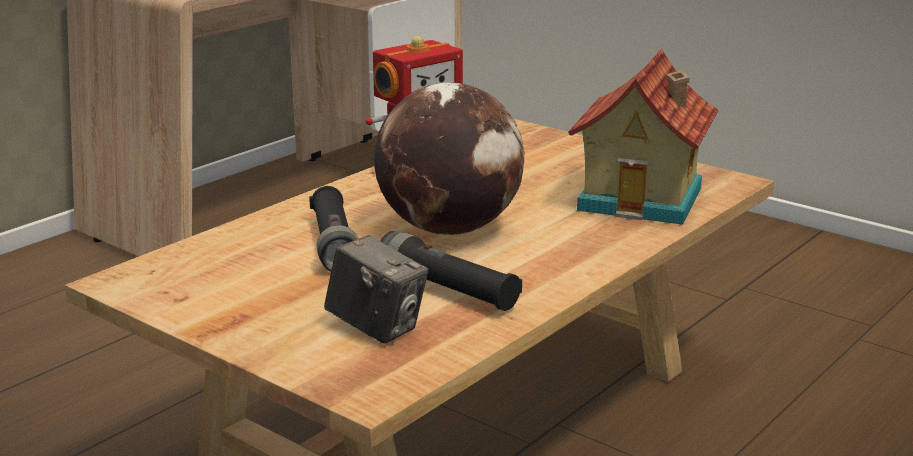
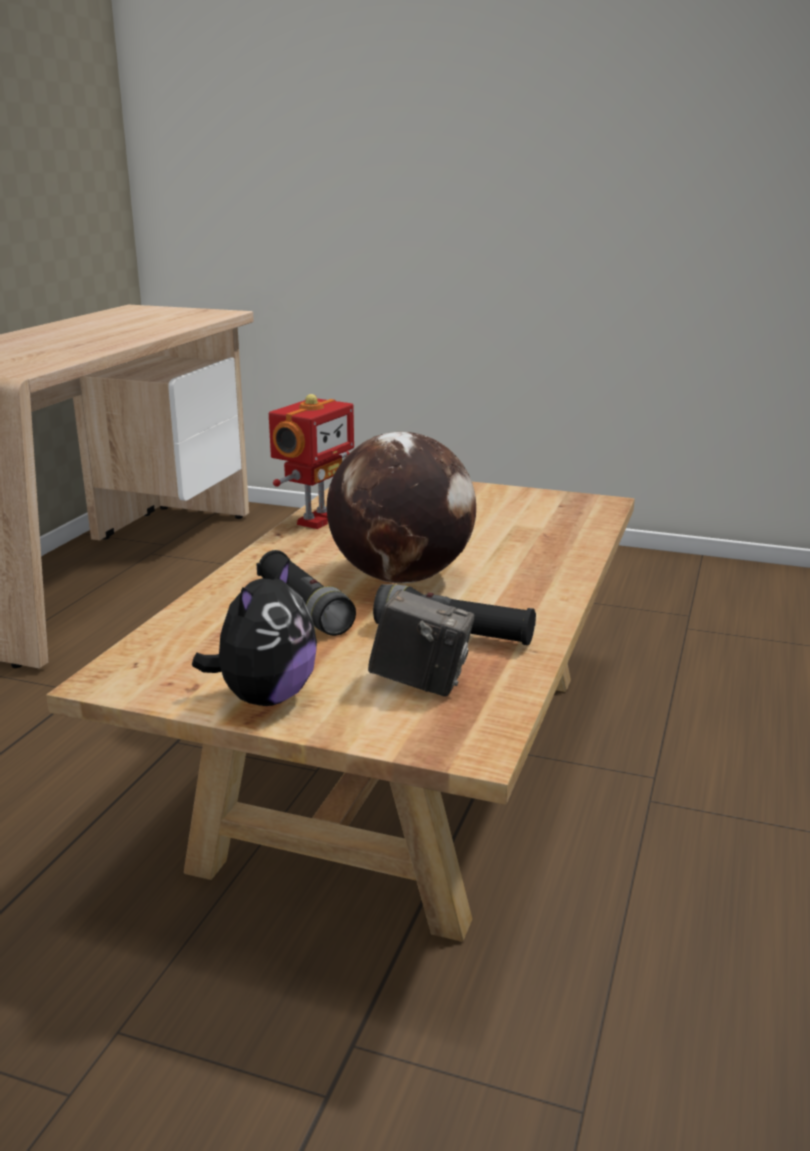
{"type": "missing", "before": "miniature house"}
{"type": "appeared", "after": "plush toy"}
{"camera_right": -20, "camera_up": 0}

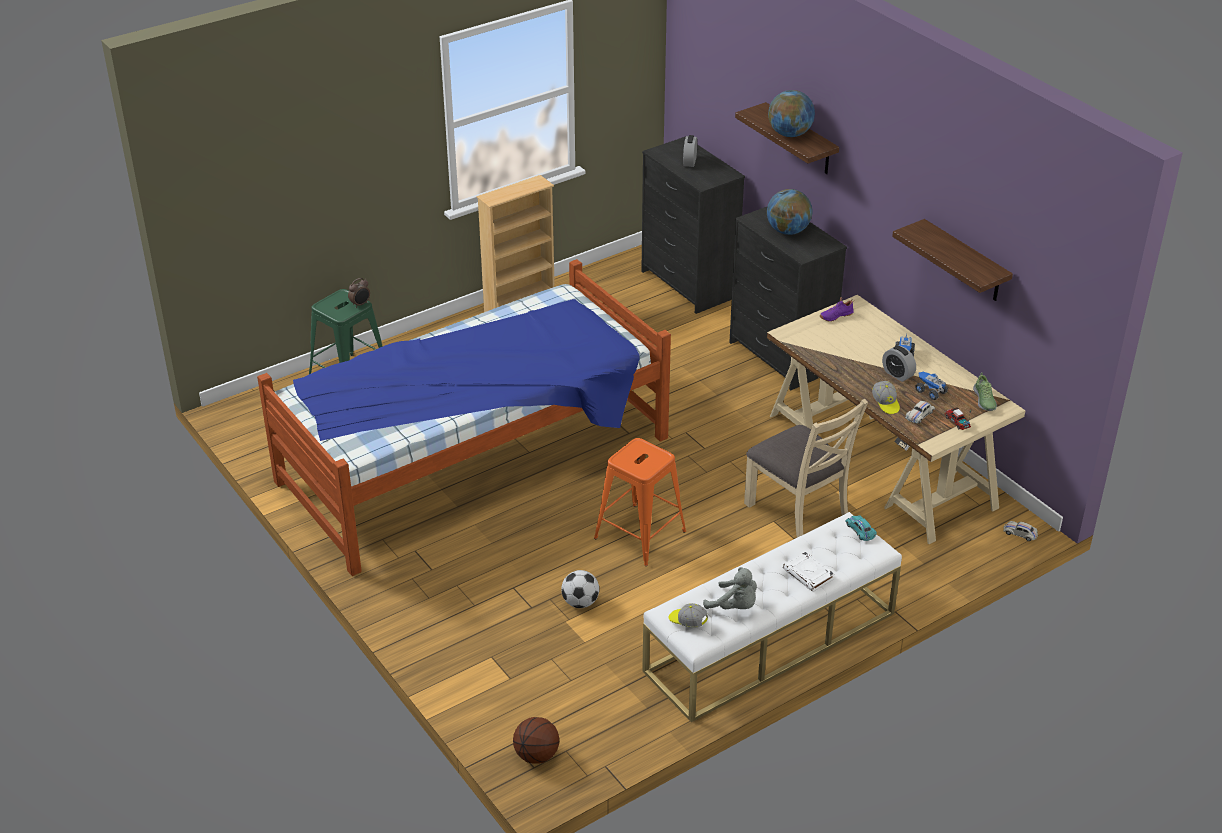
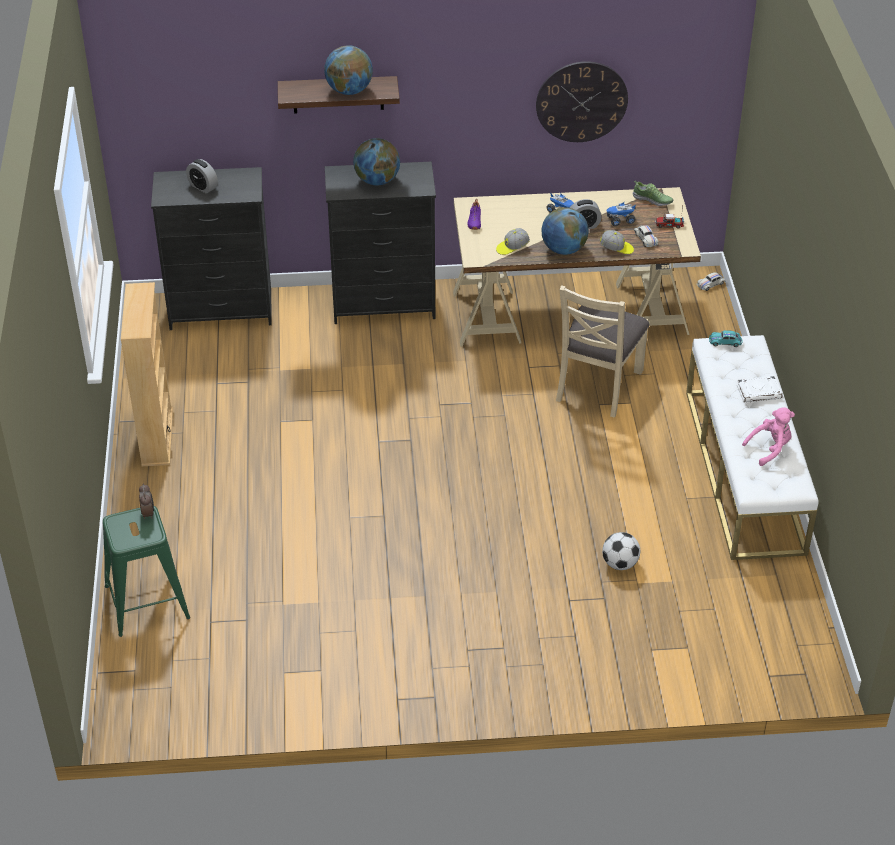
{"type": "missing", "before": "bedroom bed"}
{"type": "missing", "before": "basketball ball"}
{"type": "missing", "before": "orange-coloured stool"}
{"type": "appeared", "after": "globe (no. 3 from left)"}
{"type": "relocated", "before": "peaked cap (no. 1 from left)"}
{"type": "exchanged", "before": "wall shelf (no. 2 from left)", "after": "hanging clock"}
{"type": "colour", "before": "gray plush toy", "after": "pink plush toy"}
{"type": "spun", "before": "beige-coloured plain chair", "turn": 120}
{"camera_right": -60, "camera_up": 5}

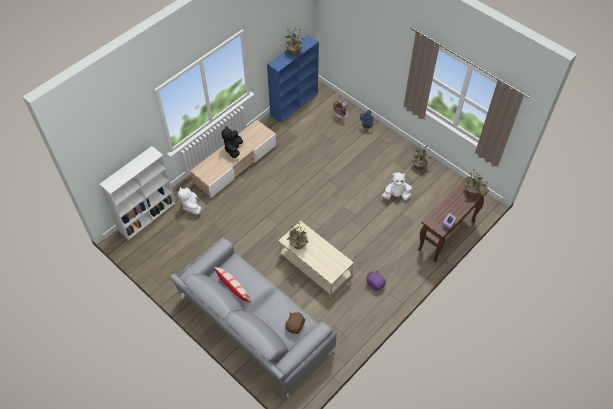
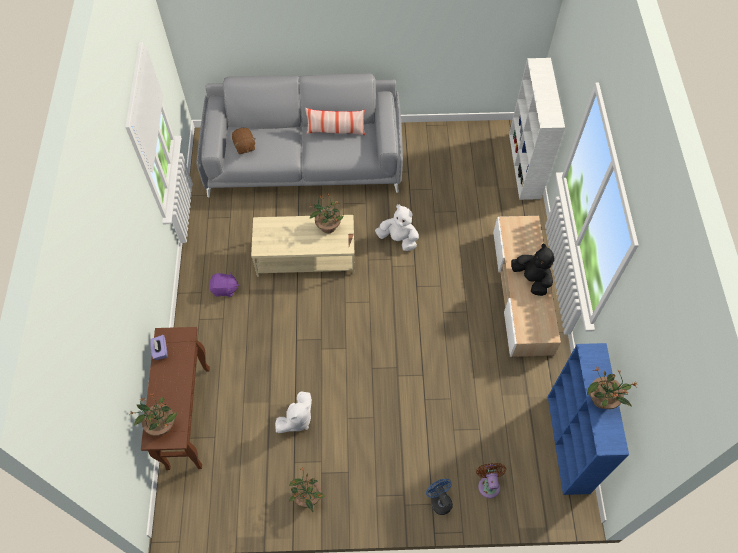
{"type": "relocated", "before": "white plush toy (no. 1 from left in the first image)", "after": "white plush toy (no. 2 from left)"}
{"camera_right": 135, "camera_up": 5}

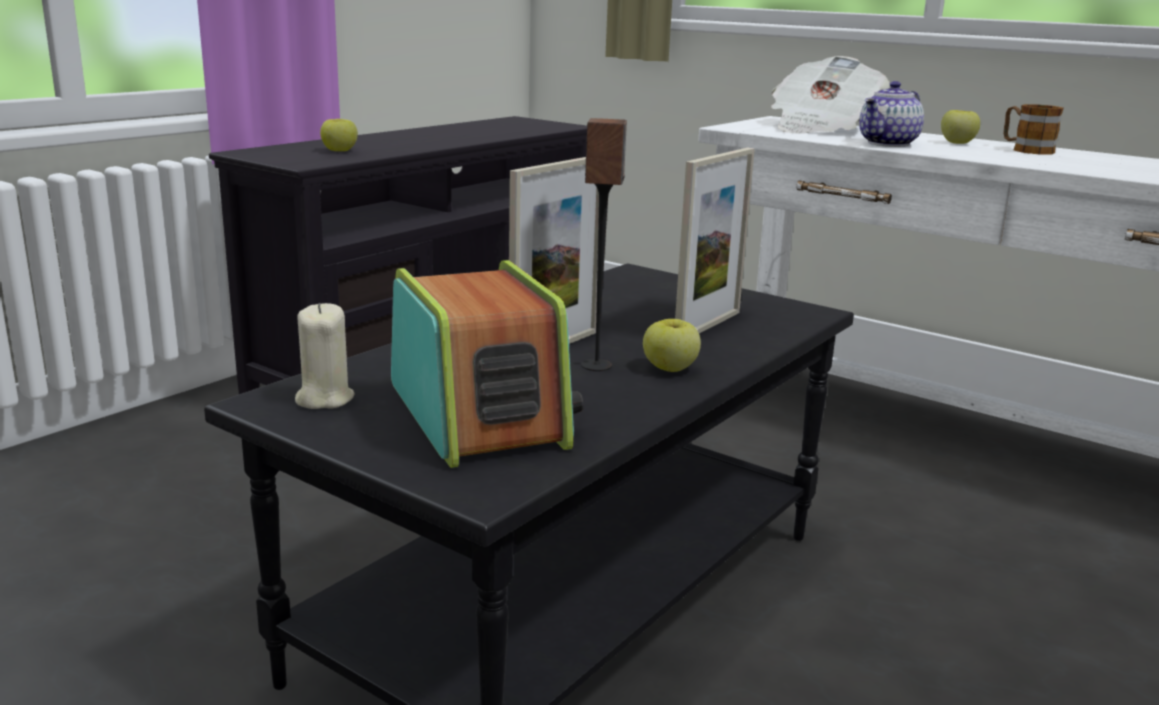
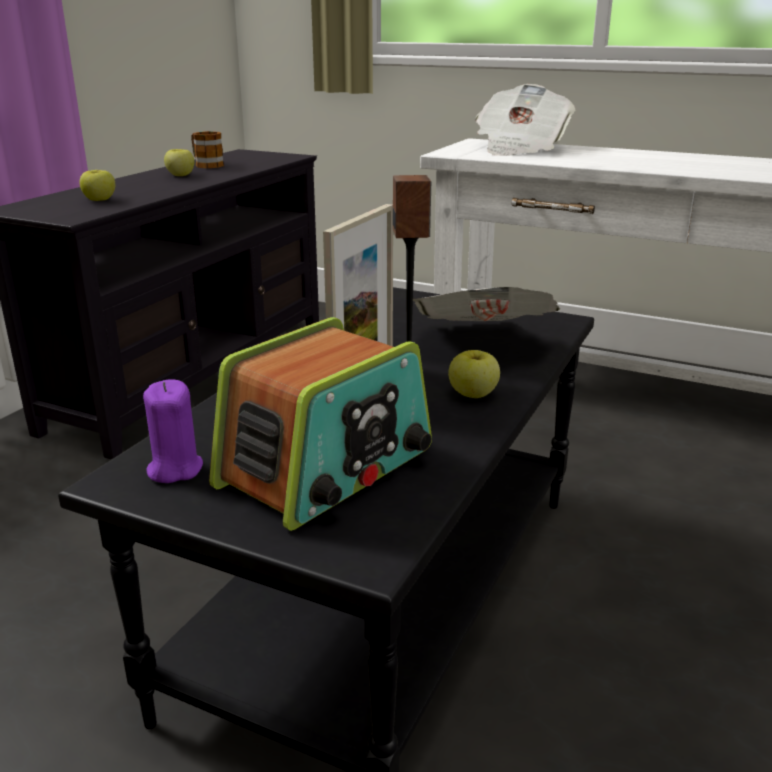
{"type": "missing", "before": "tea pot"}
{"type": "relocated", "before": "whole apple (no. 3 from left in the first image)", "after": "whole apple (no. 2 from left)"}
{"type": "relocated", "before": "tea mug"}
{"type": "exchanged", "before": "standing frame (no. 2 from left)", "after": "daily paper (no. 1 from left)"}
{"type": "colour", "before": "beige-coloured candle", "after": "purplish candle"}
{"type": "spun", "before": "radio set", "turn": 75}
{"camera_right": -10, "camera_up": 5}

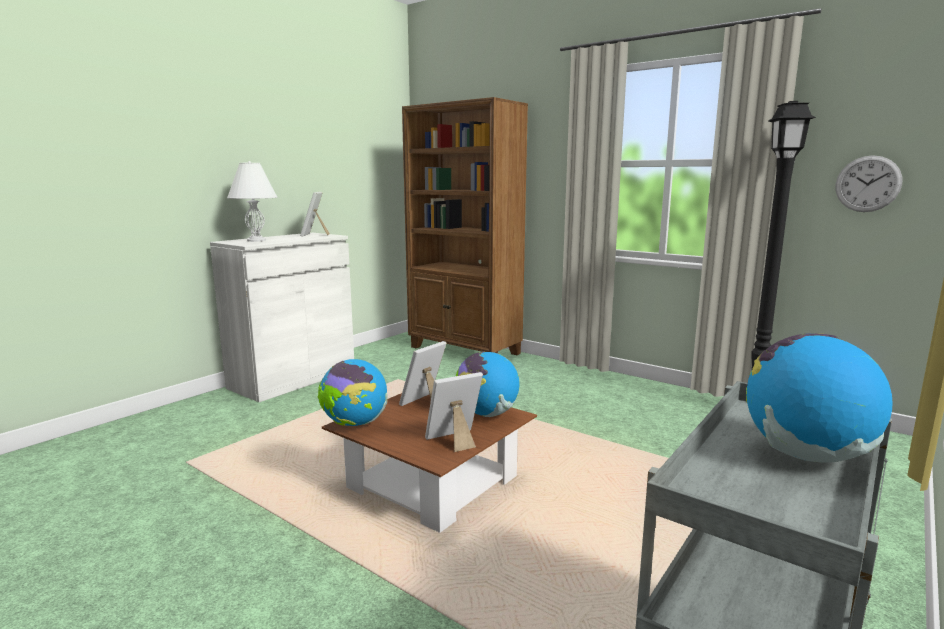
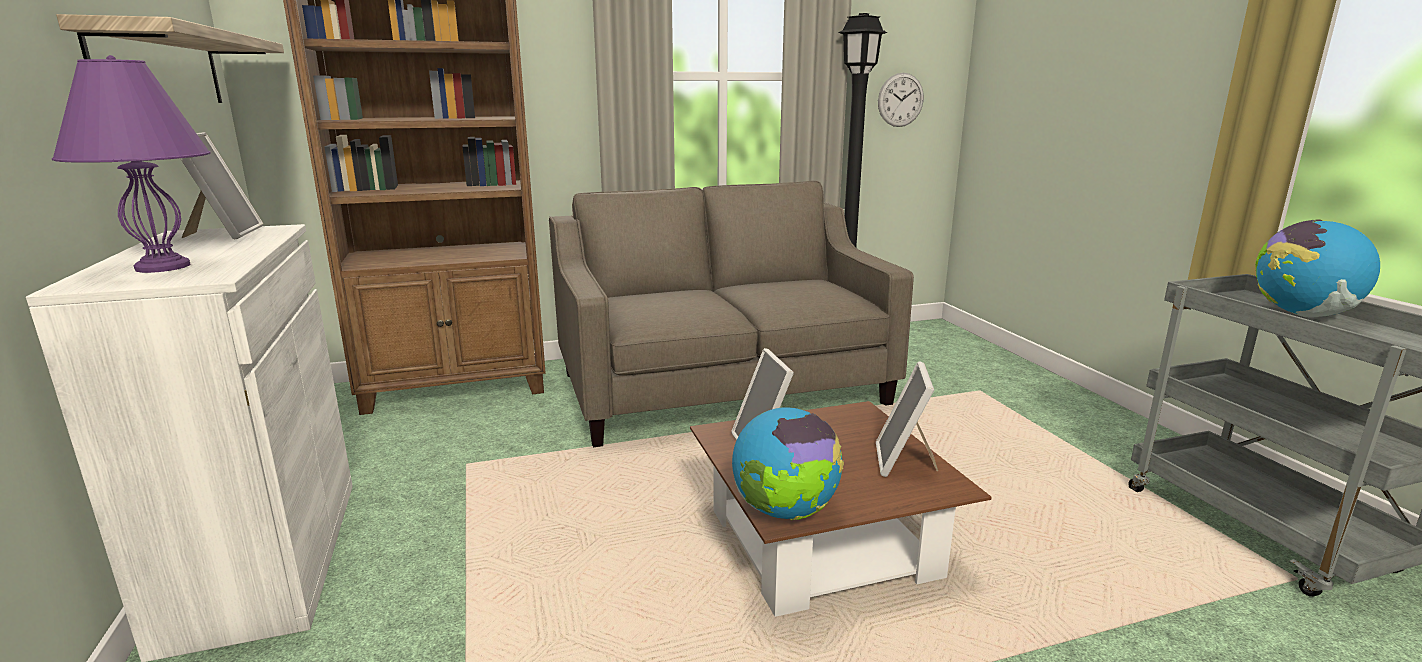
{"type": "missing", "before": "globe (no. 2 from left)"}
{"type": "appeared", "after": "wall shelf"}
{"type": "appeared", "after": "beige-coloured sofa"}
{"type": "colour", "before": "white lamp for a table", "after": "purplish lamp for a table"}
{"type": "spun", "before": "standing frame (no. 1 from left)", "turn": -135}
{"camera_right": -55, "camera_up": 5}

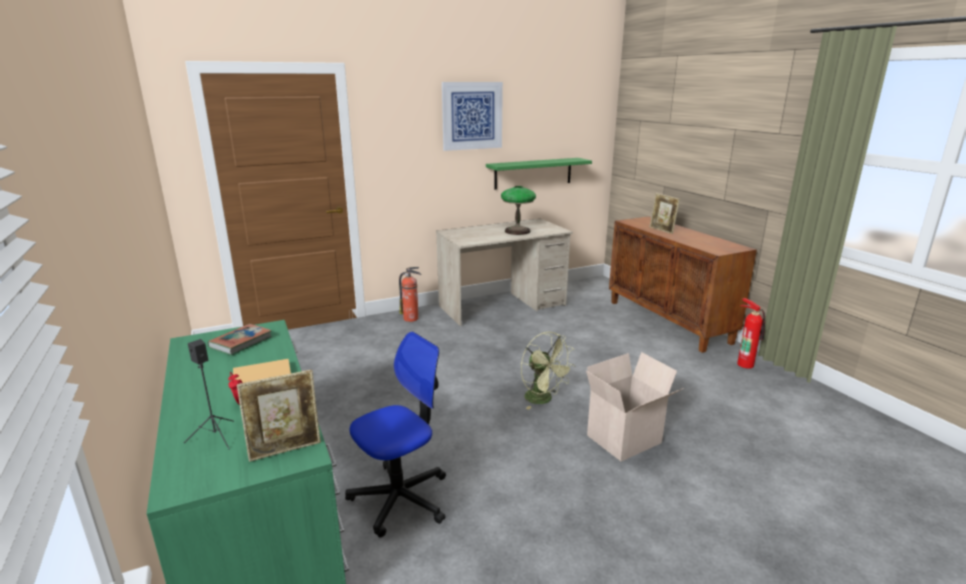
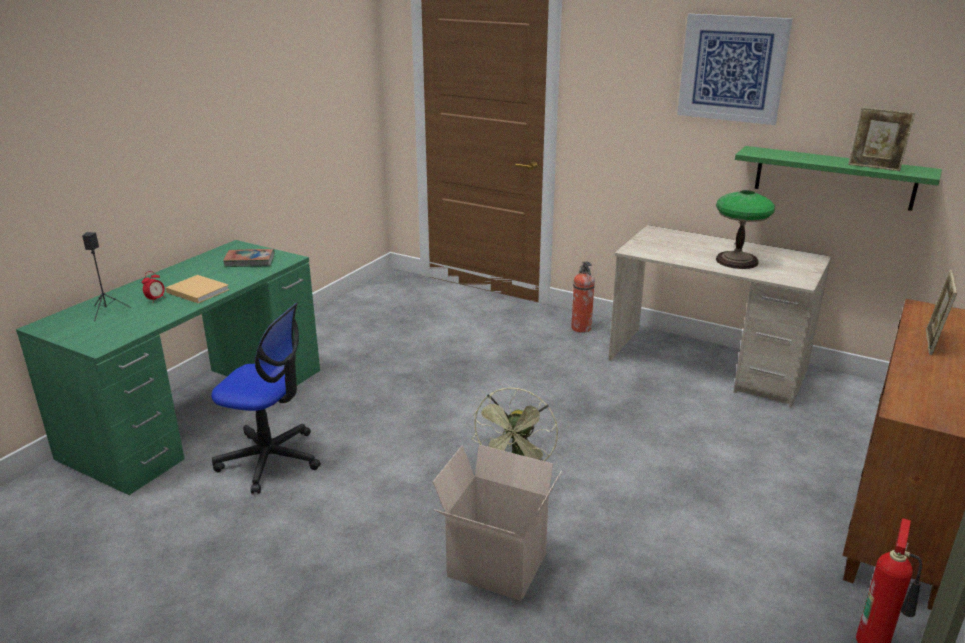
{"type": "relocated", "before": "standing frame (no. 1 from left)"}
{"camera_right": 55, "camera_up": 5}

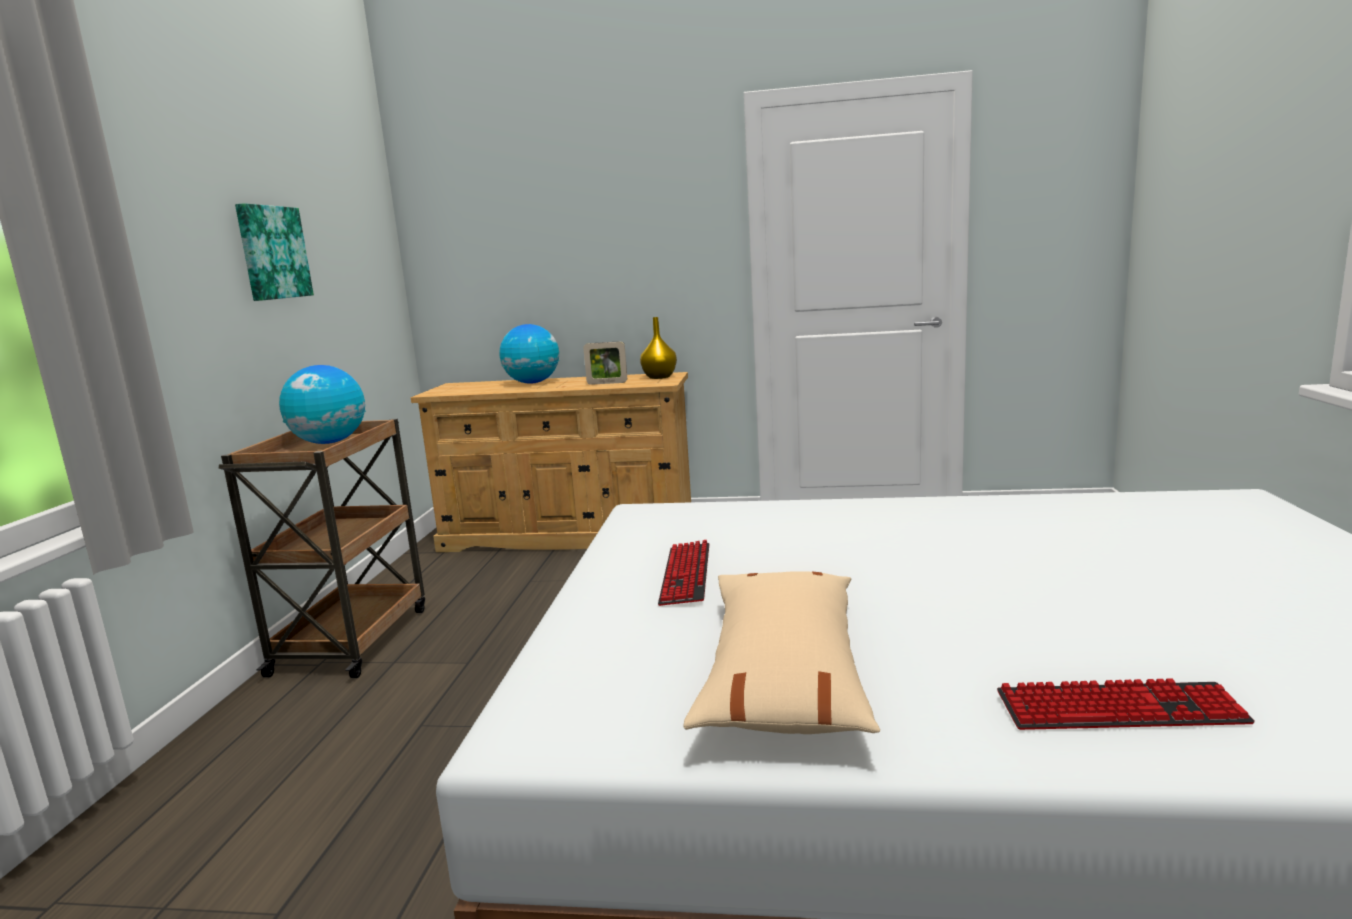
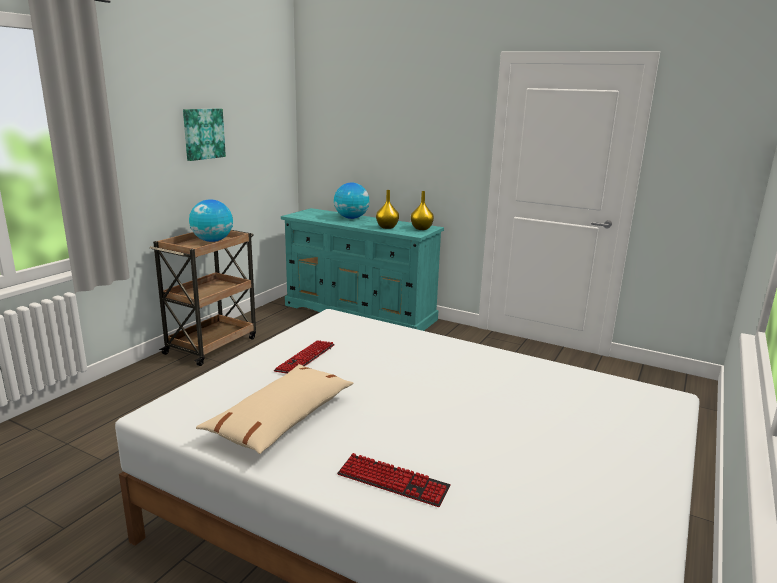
{"type": "exchanged", "before": "standing frame", "after": "yellow decorative vase (no. 1 from left)"}
{"type": "colour", "before": "beige-coloured drawer chest", "after": "blue-green drawer chest"}
{"camera_right": 20, "camera_up": 5}

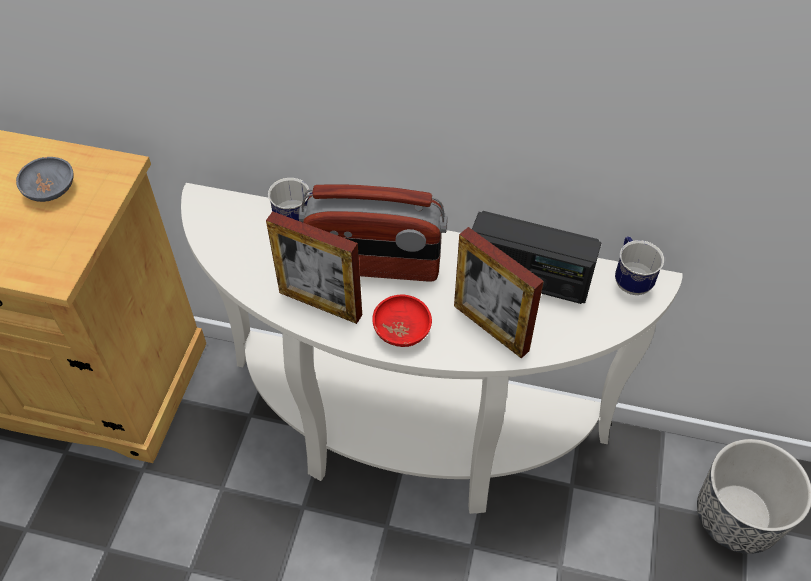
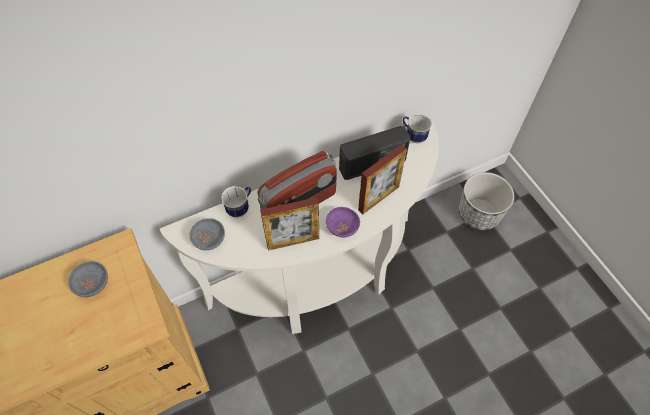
{"type": "appeared", "after": "gray serving bowl (no. 2 from left)"}
{"type": "colour", "before": "red-coloured serving bowl", "after": "purplish serving bowl"}
{"type": "spun", "before": "standing frame (no. 2 from left)", "turn": -45}
{"camera_right": -40, "camera_up": 5}

